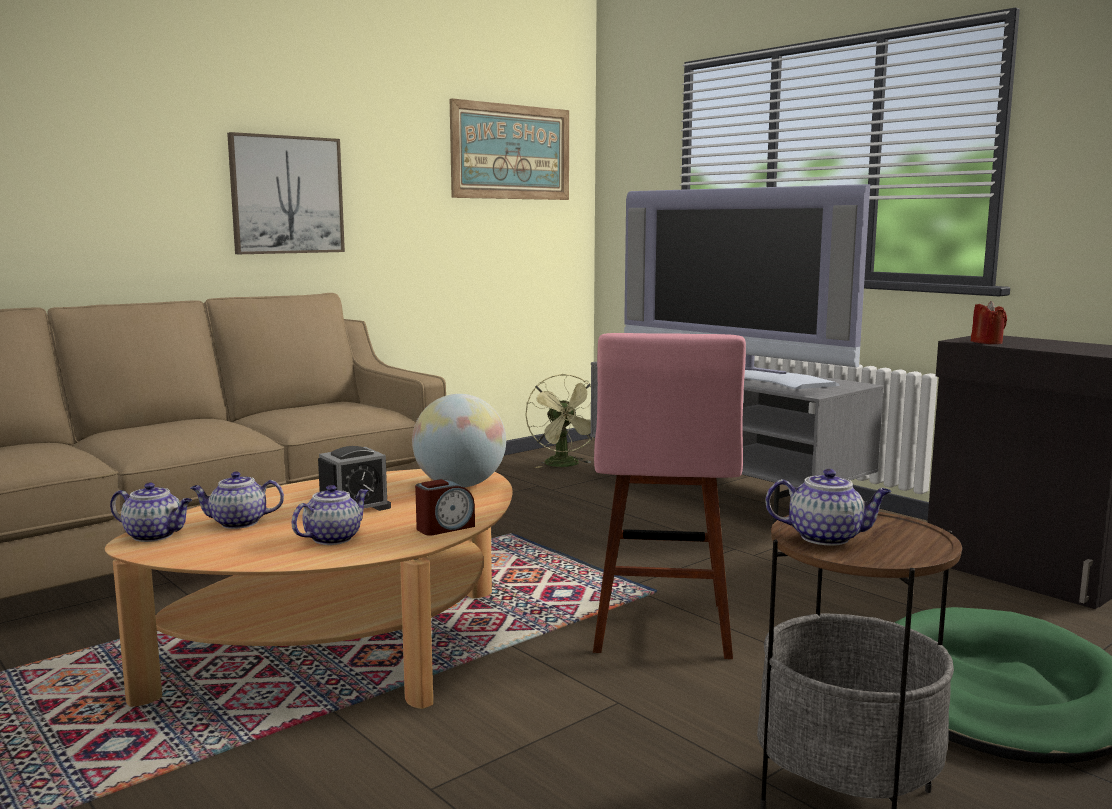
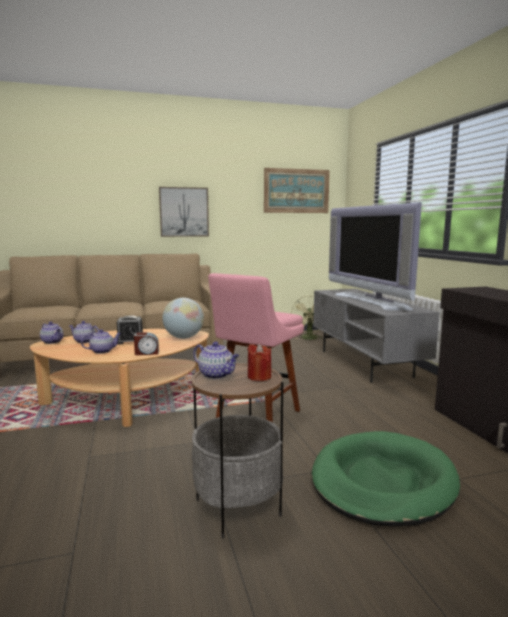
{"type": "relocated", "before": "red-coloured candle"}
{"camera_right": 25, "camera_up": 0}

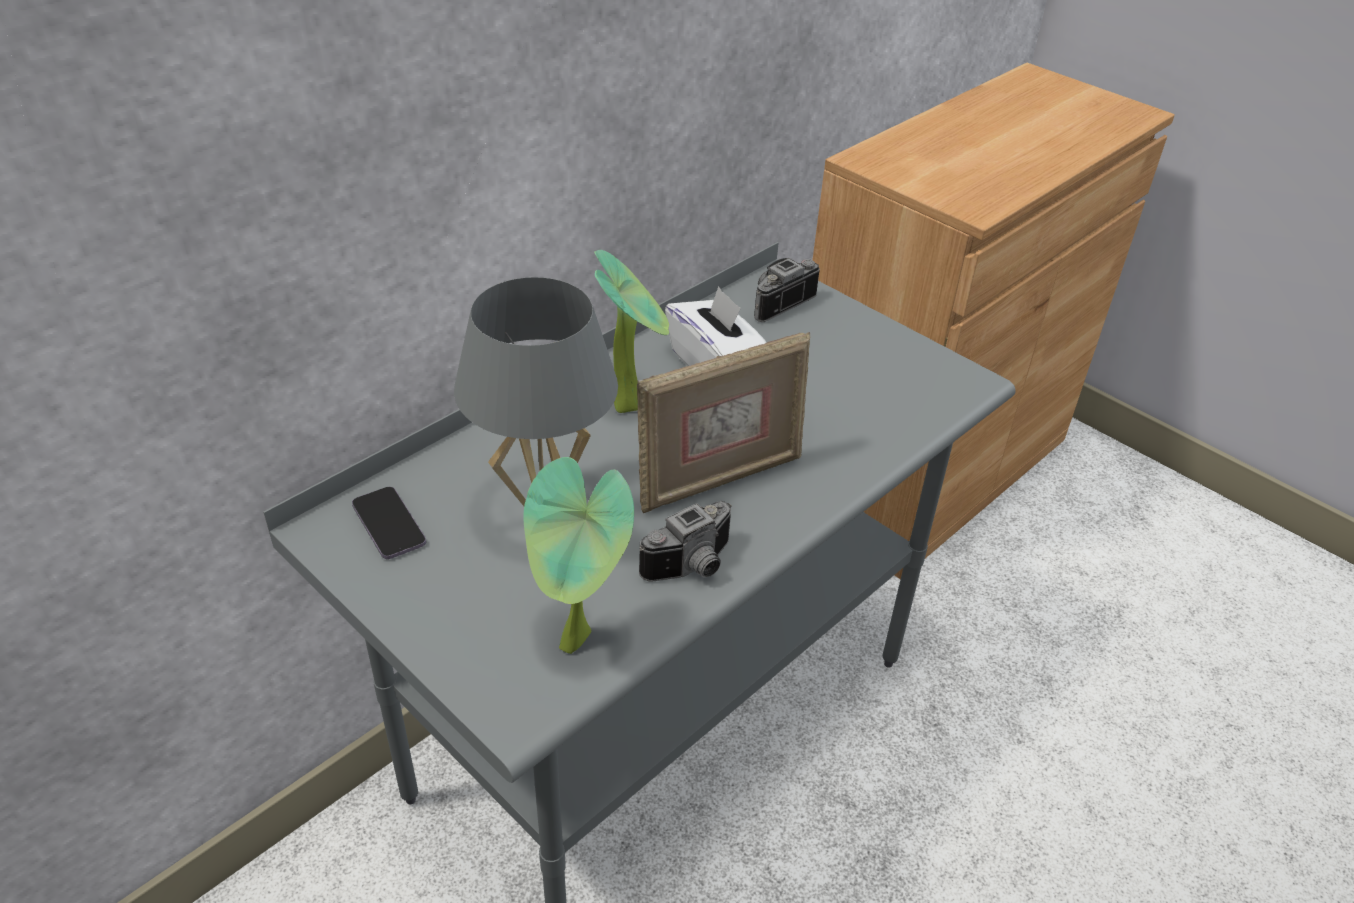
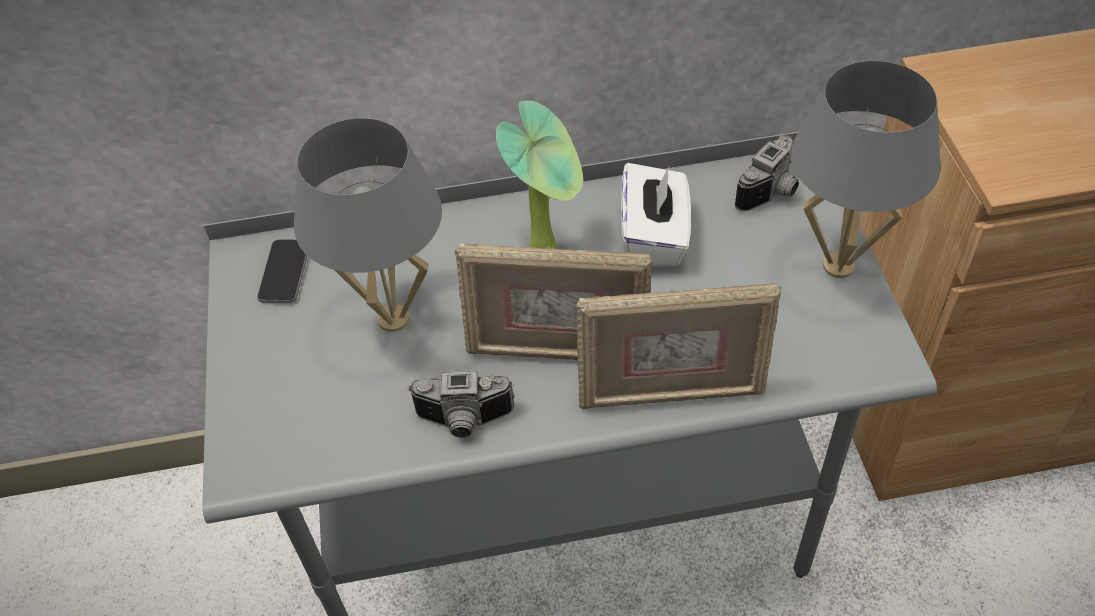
{"type": "missing", "before": "plant in a pot (no. 1 from left)"}
{"type": "appeared", "after": "standing frame (no. 2 from left)"}
{"type": "appeared", "after": "gray lamp for a table (no. 2 from left)"}
{"type": "spun", "before": "photo camera (no. 2 from left)", "turn": 135}
{"camera_right": 40, "camera_up": 10}

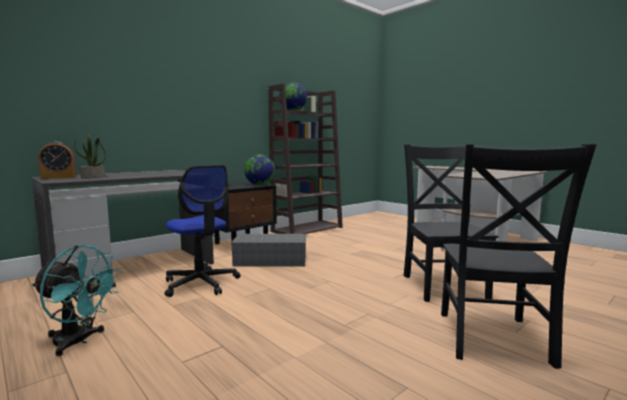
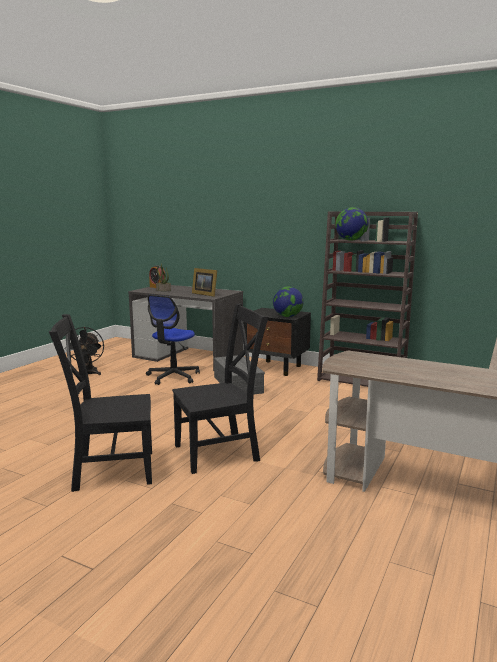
{"type": "appeared", "after": "standing frame"}
{"type": "colour", "before": "blue-green electric fan", "after": "black-coloured electric fan"}
{"camera_right": 70, "camera_up": 5}

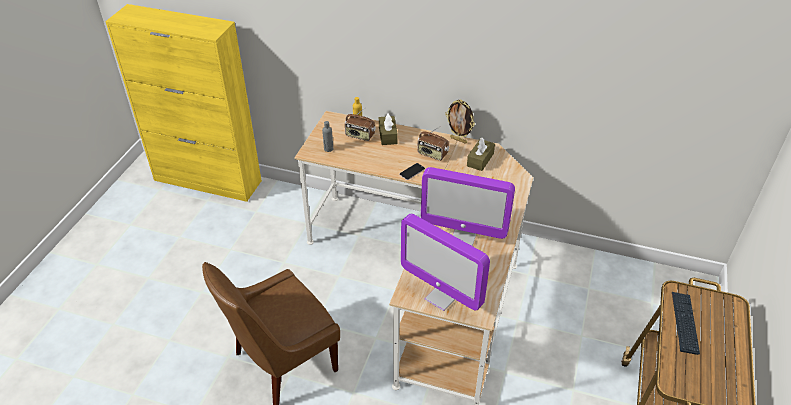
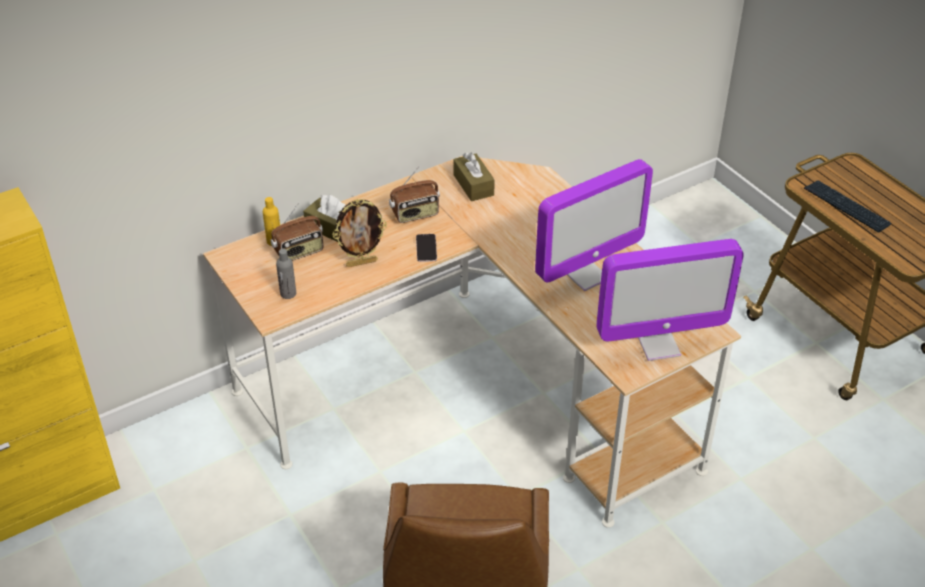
{"type": "relocated", "before": "standing frame"}
{"camera_right": -50, "camera_up": 0}

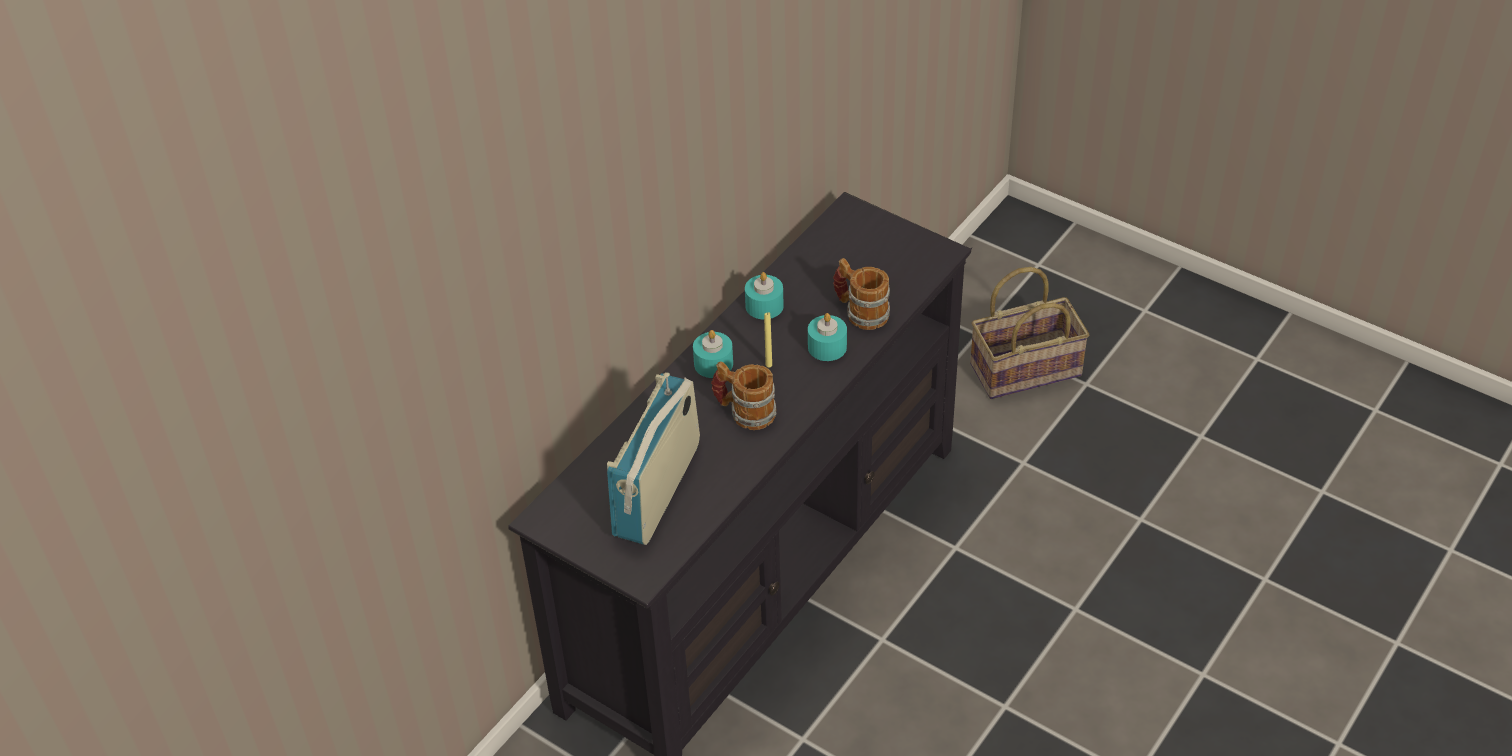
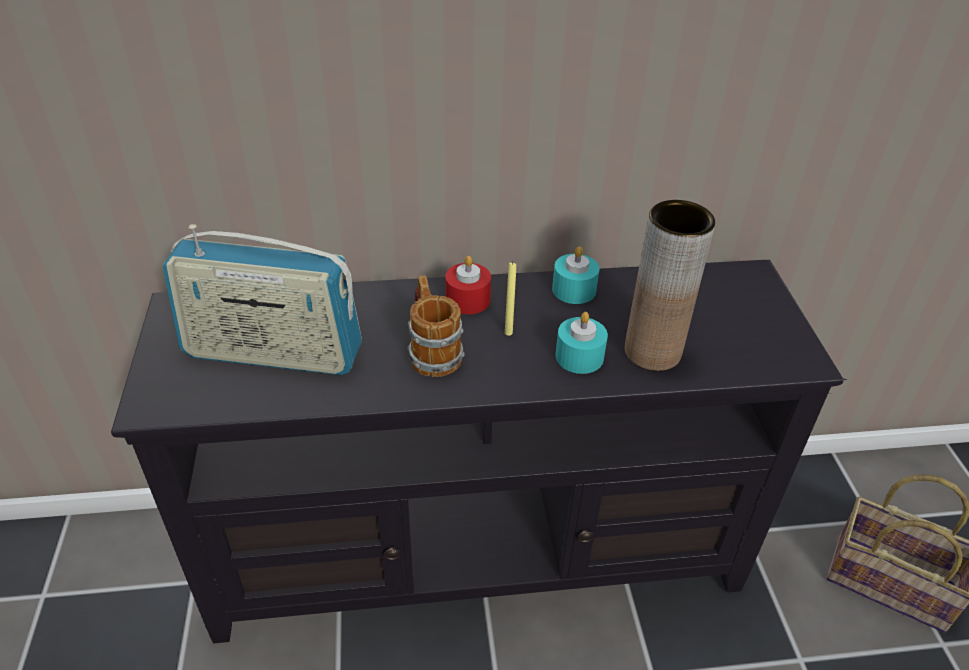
{"type": "exchanged", "before": "tea mug (no. 2 from left)", "after": "brown-coloured decorative vase"}
{"type": "colour", "before": "blue-green candle (no. 1 from left)", "after": "red-coloured candle"}
{"type": "spun", "before": "radio set", "turn": -150}
{"camera_right": 45, "camera_up": -5}

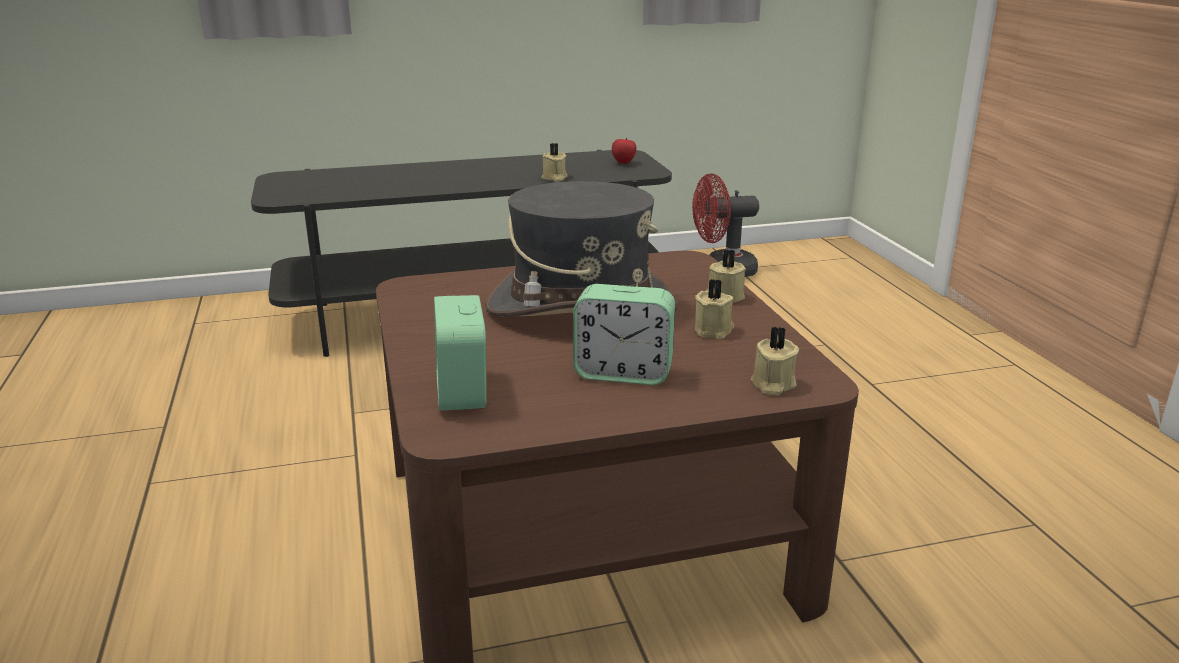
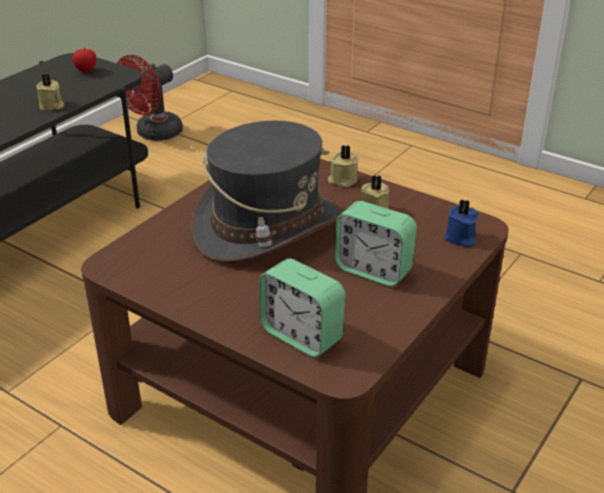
{"type": "colour", "before": "beige-coloured candle (no. 4 from left)", "after": "blue candle"}
{"type": "spun", "before": "table clock (no. 2 from left)", "turn": 60}
{"camera_right": -40, "camera_up": 10}

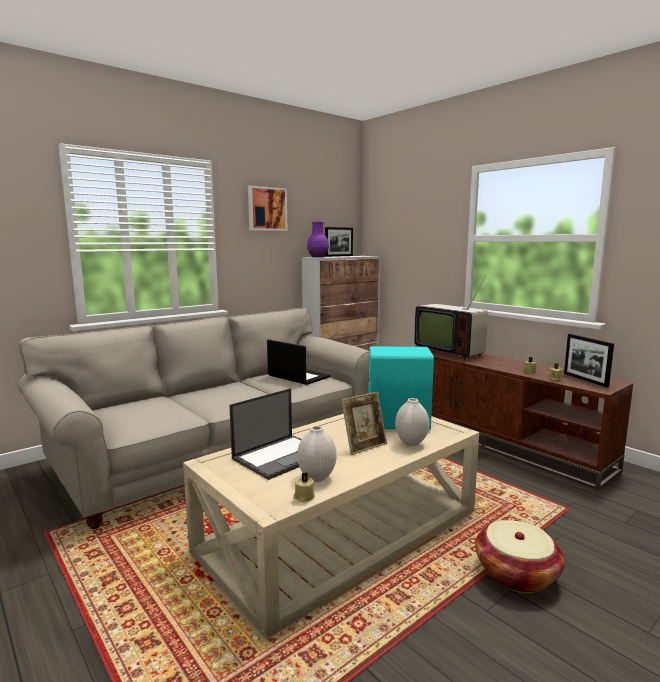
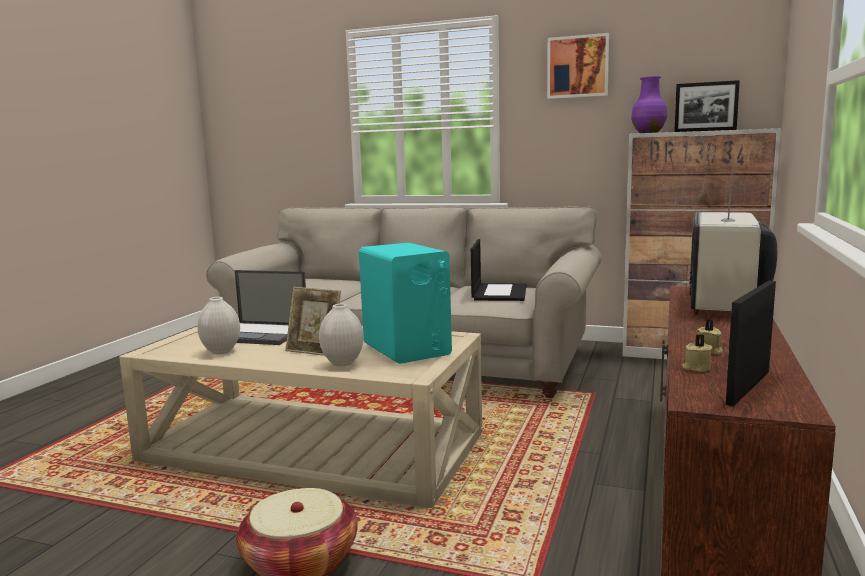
{"type": "missing", "before": "beige-coloured candle (no. 1 from left)"}
{"camera_right": 60, "camera_up": 0}

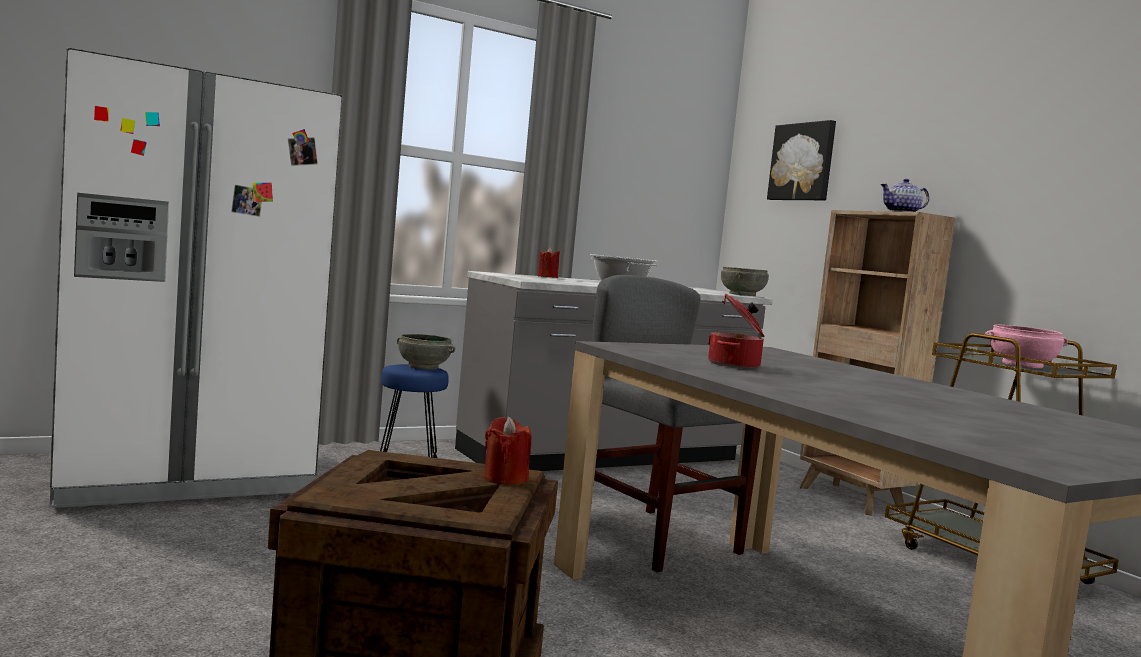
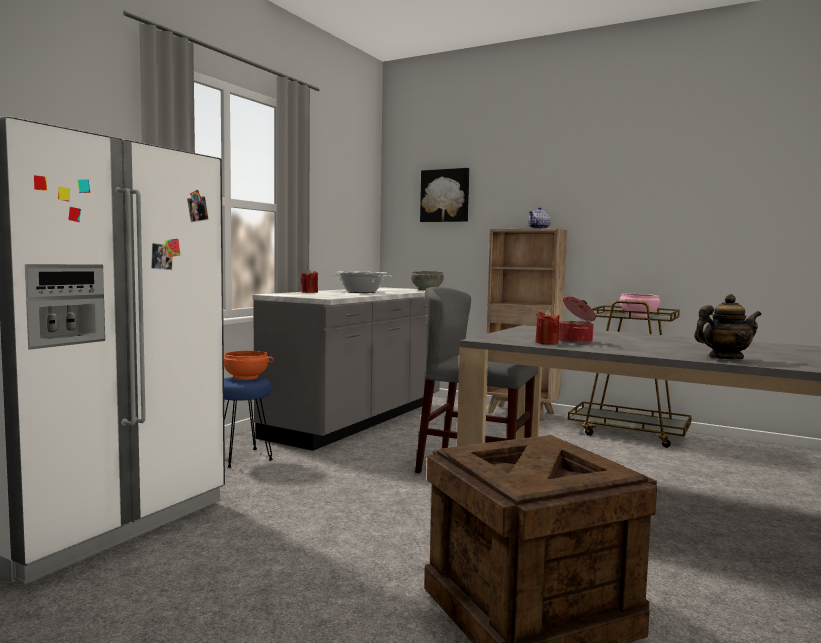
{"type": "appeared", "after": "tea pot (no. 2 from left)"}
{"type": "relocated", "before": "red-coloured candle (no. 1 from left in the first image)", "after": "red-coloured candle (no. 2 from left)"}
{"type": "colour", "before": "gray serving bowl (no. 1 from left)", "after": "orange-coloured serving bowl"}
{"camera_right": -30, "camera_up": 0}

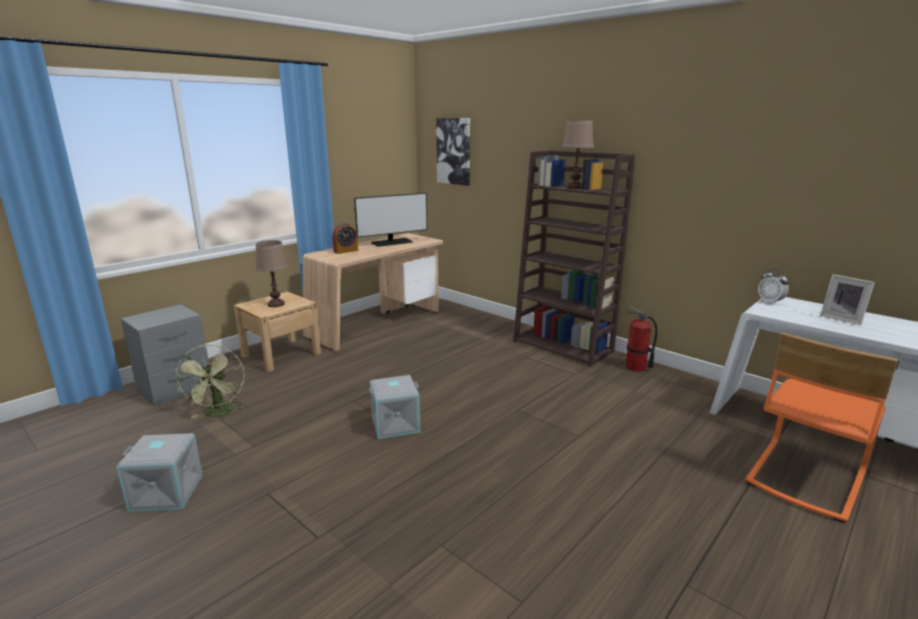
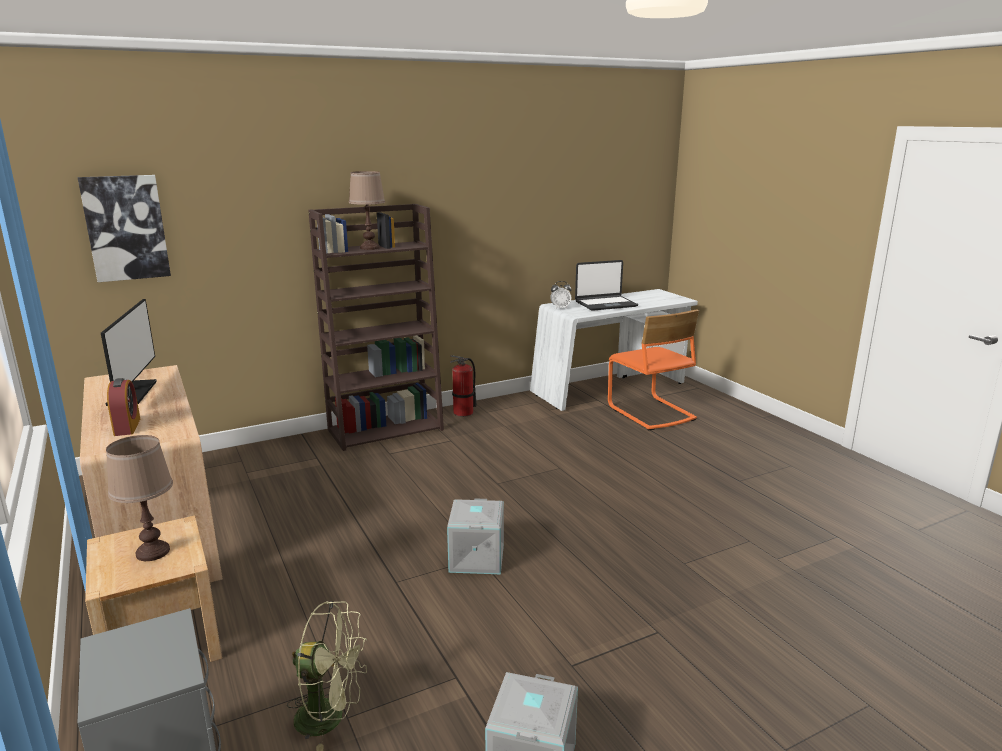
{"type": "exchanged", "before": "standing frame", "after": "notebook computer"}
{"camera_right": -70, "camera_up": 0}

